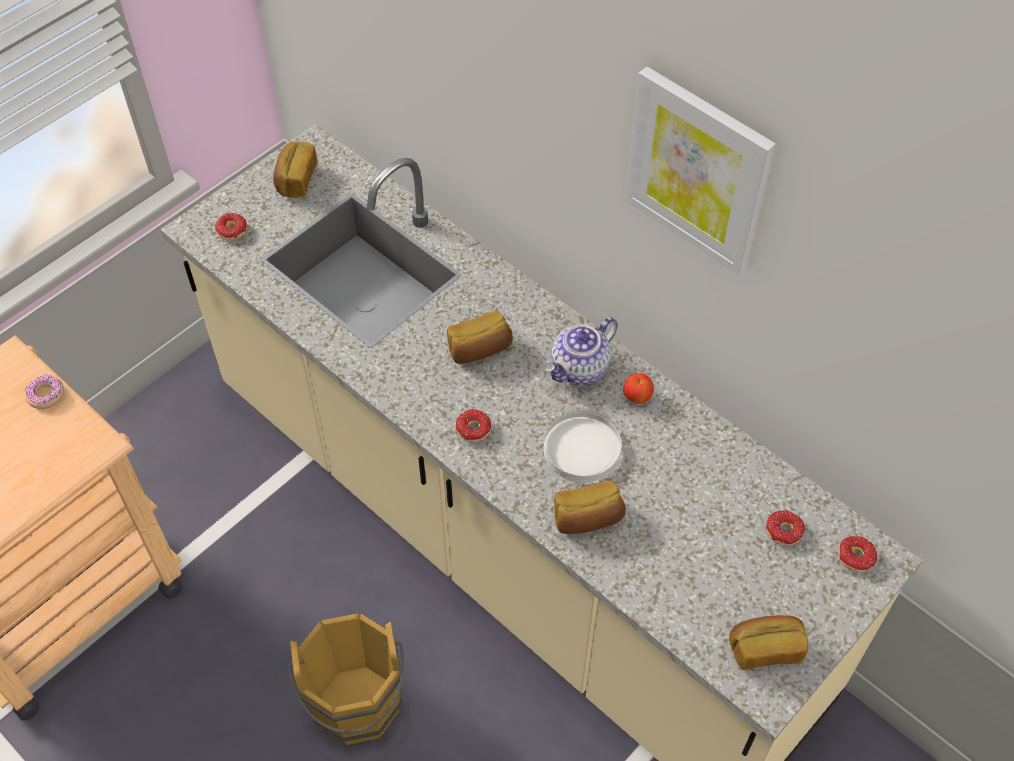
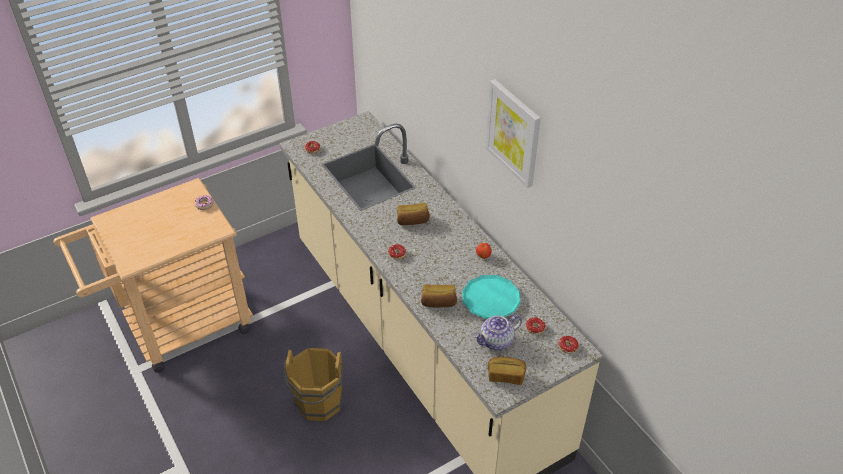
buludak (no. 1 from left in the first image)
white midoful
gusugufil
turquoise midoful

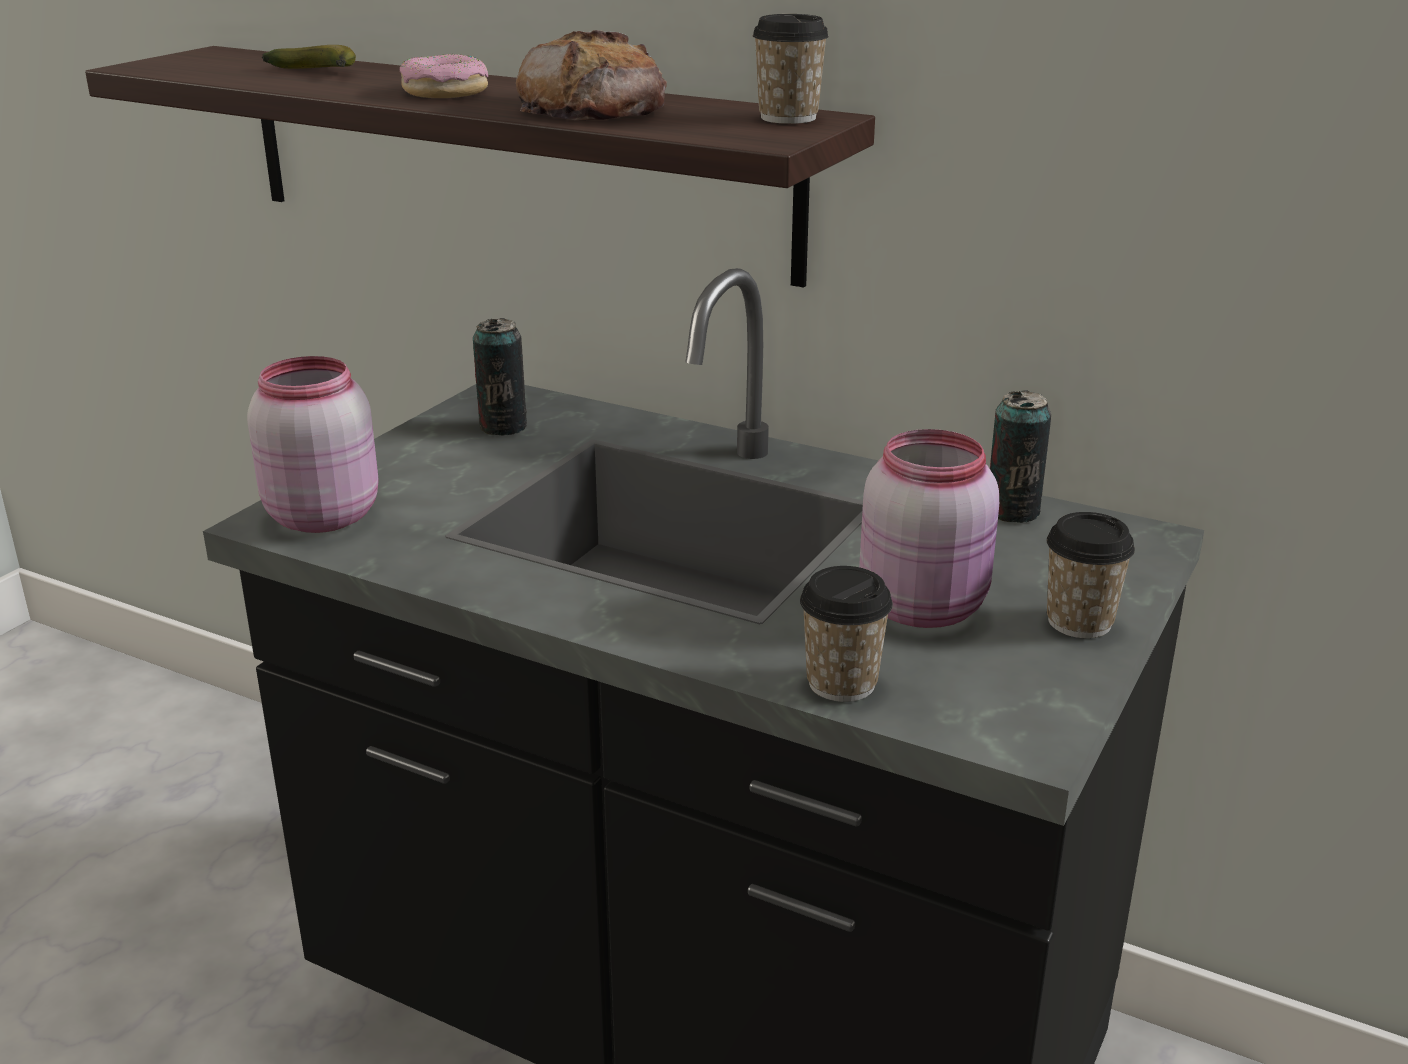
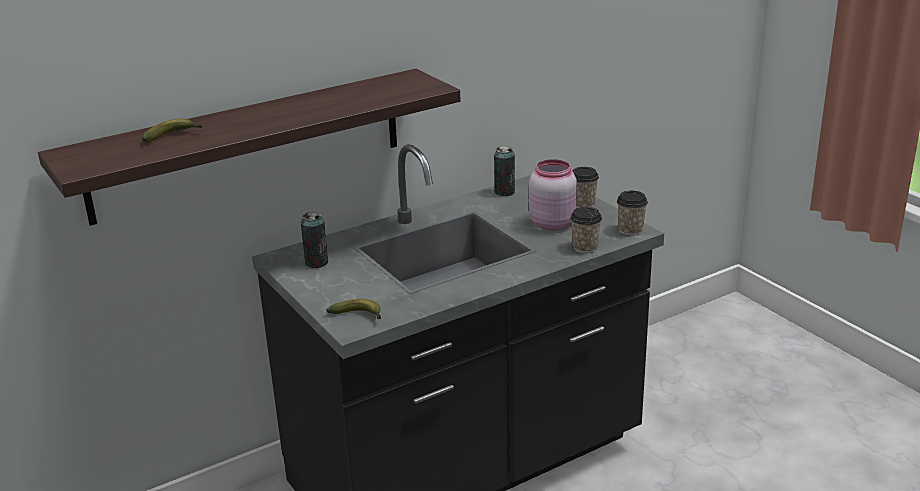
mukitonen (no. 2 from left)
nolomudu
buludak
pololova (no. 3 from left)

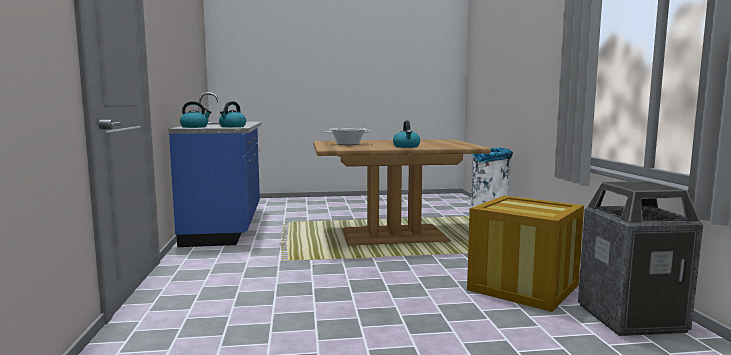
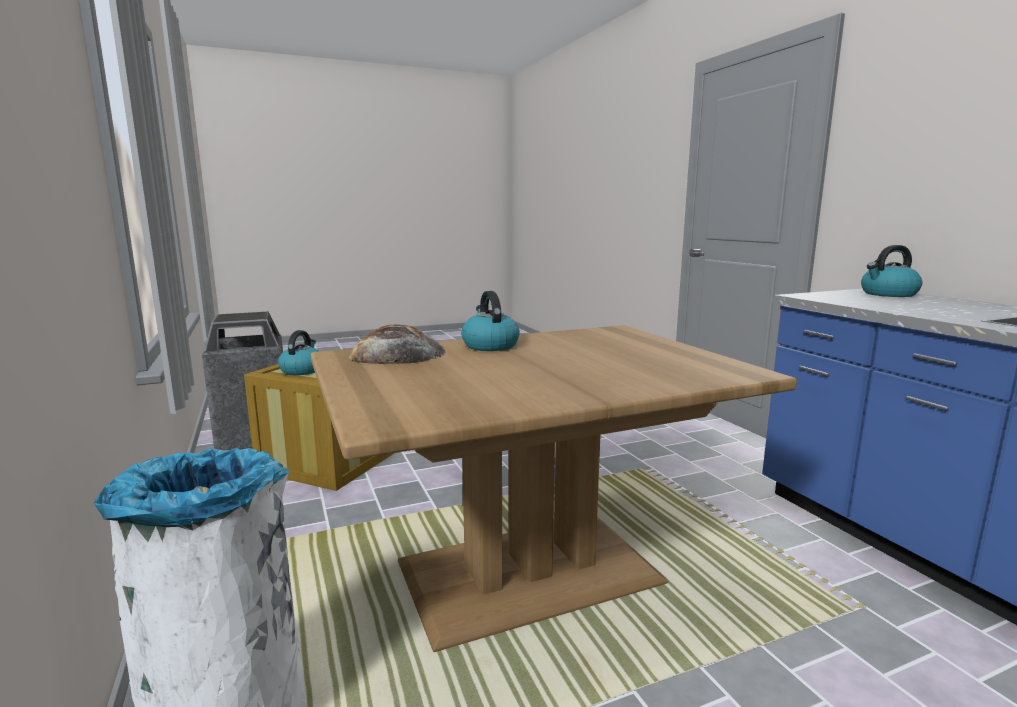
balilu (no. 1 from left)
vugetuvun
buludak

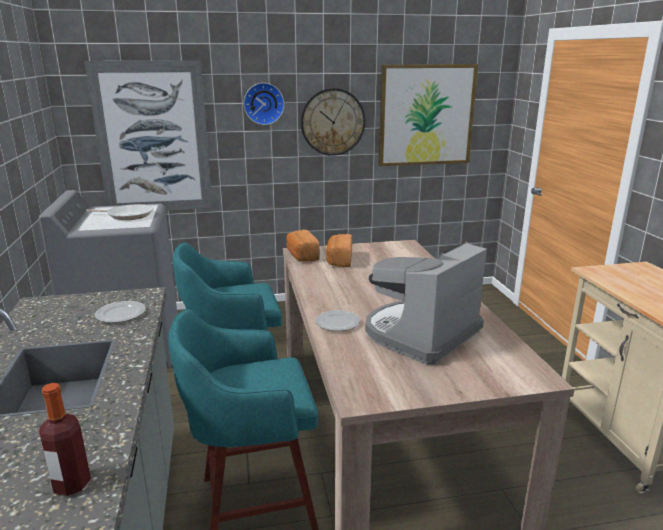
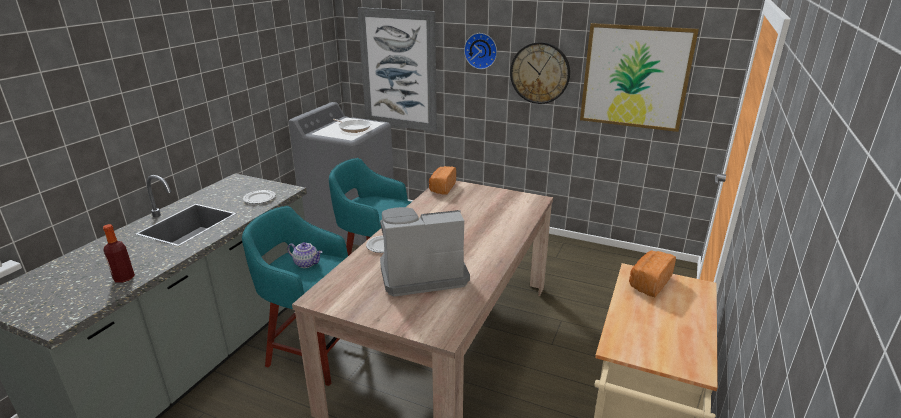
buludak (no. 2 from left)
gusugufil

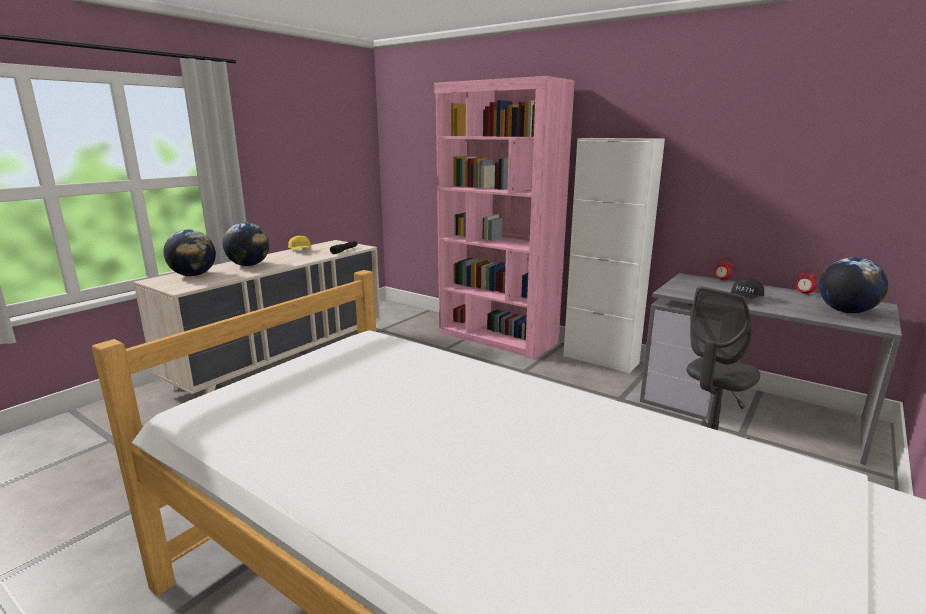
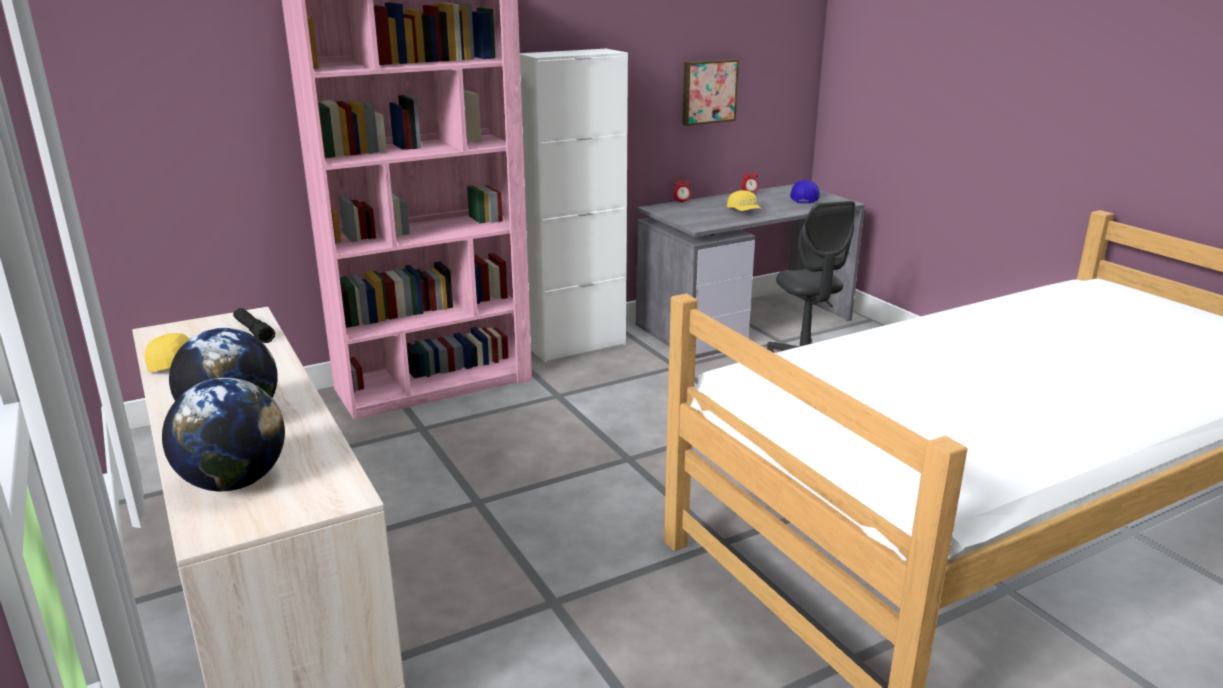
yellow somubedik (no. 2 from left)
blue somubedik
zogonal

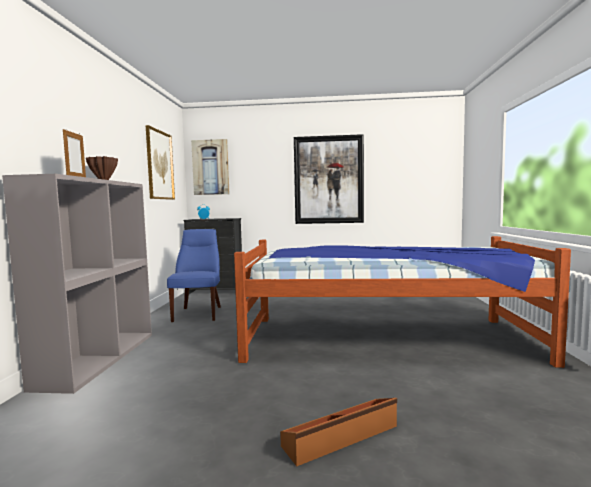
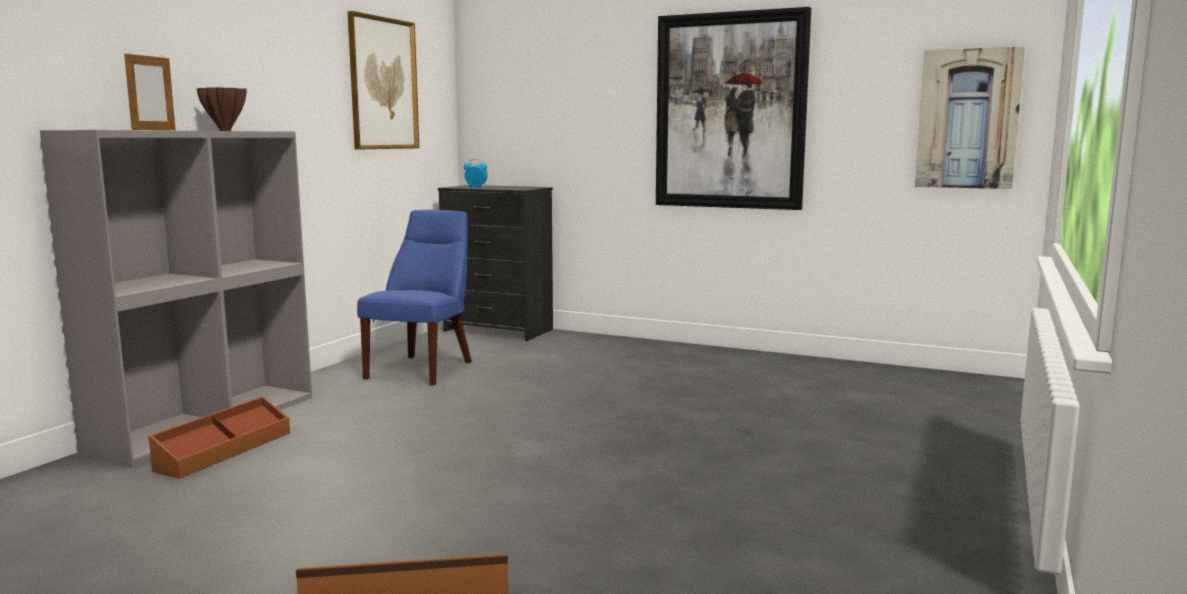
zogonal (no. 3 from left)
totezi
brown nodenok (no. 1 from left)

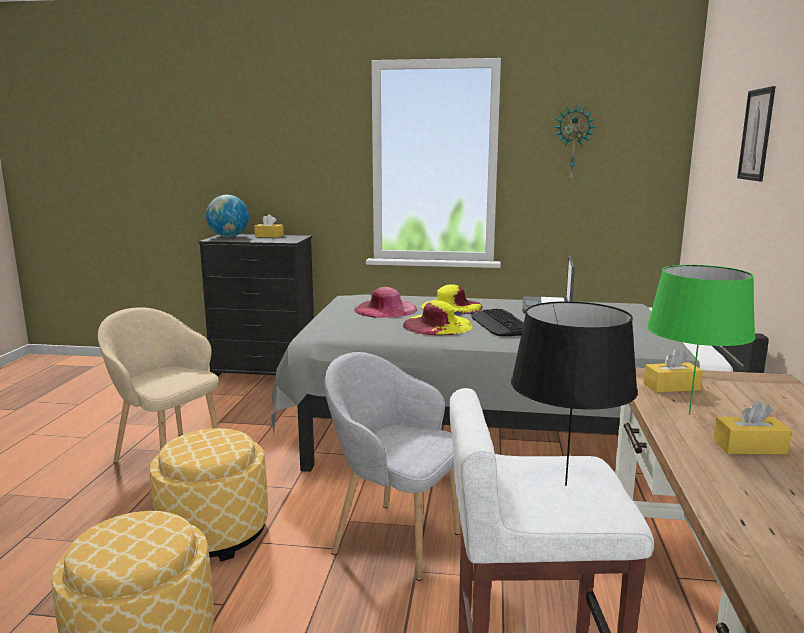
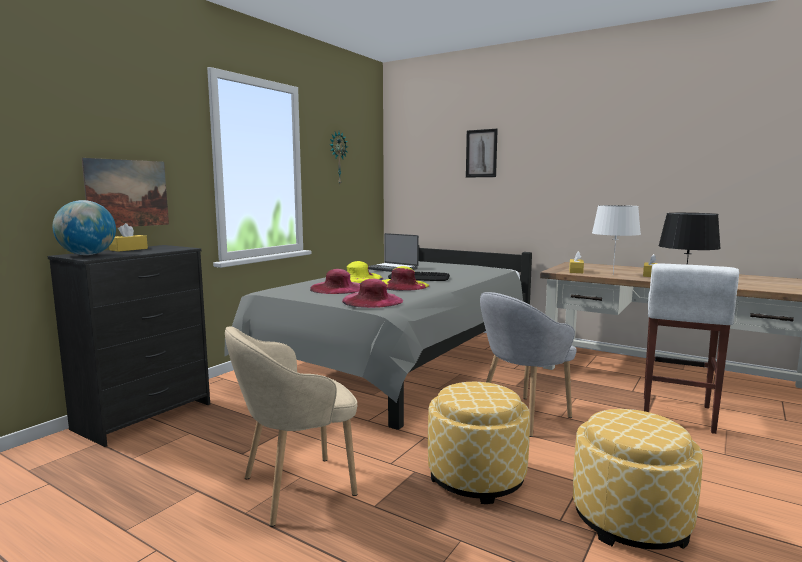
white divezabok
zogonal (no. 1 from left)
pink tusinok (no. 2 from left)

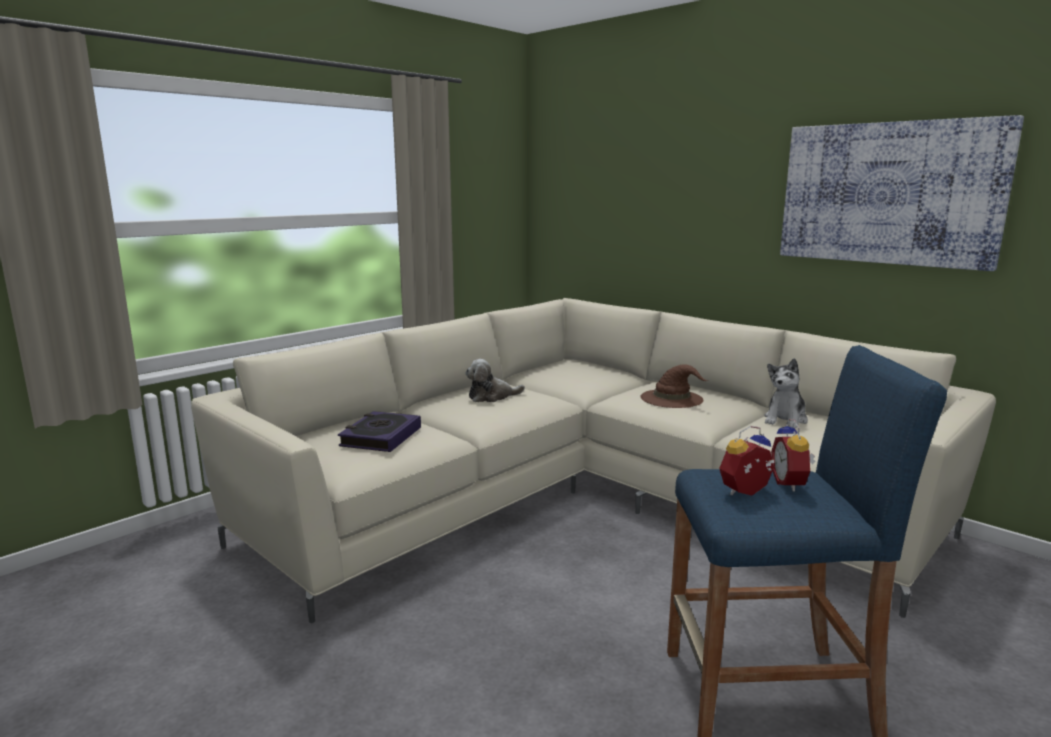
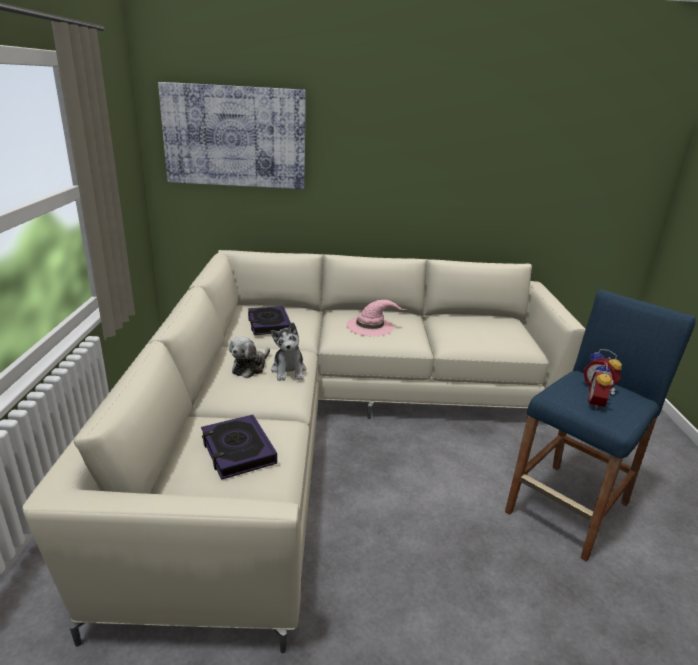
pink tusinok
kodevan (no. 2 from left)
zogonal
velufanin (no. 2 from left)

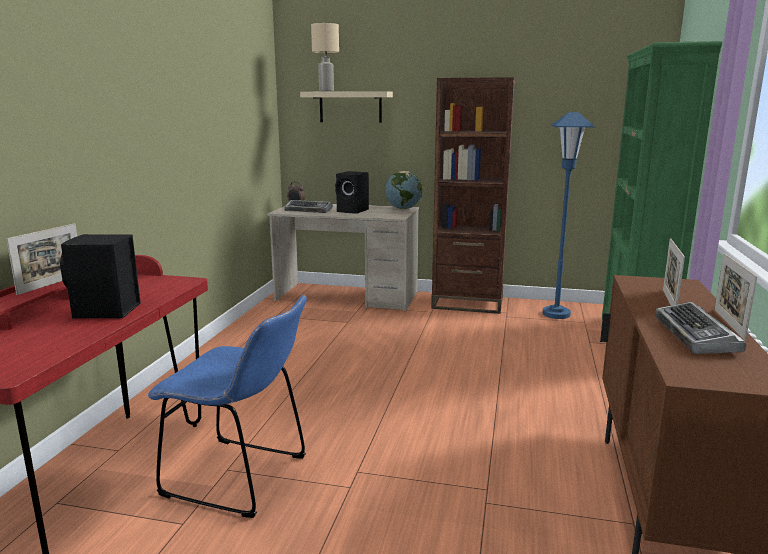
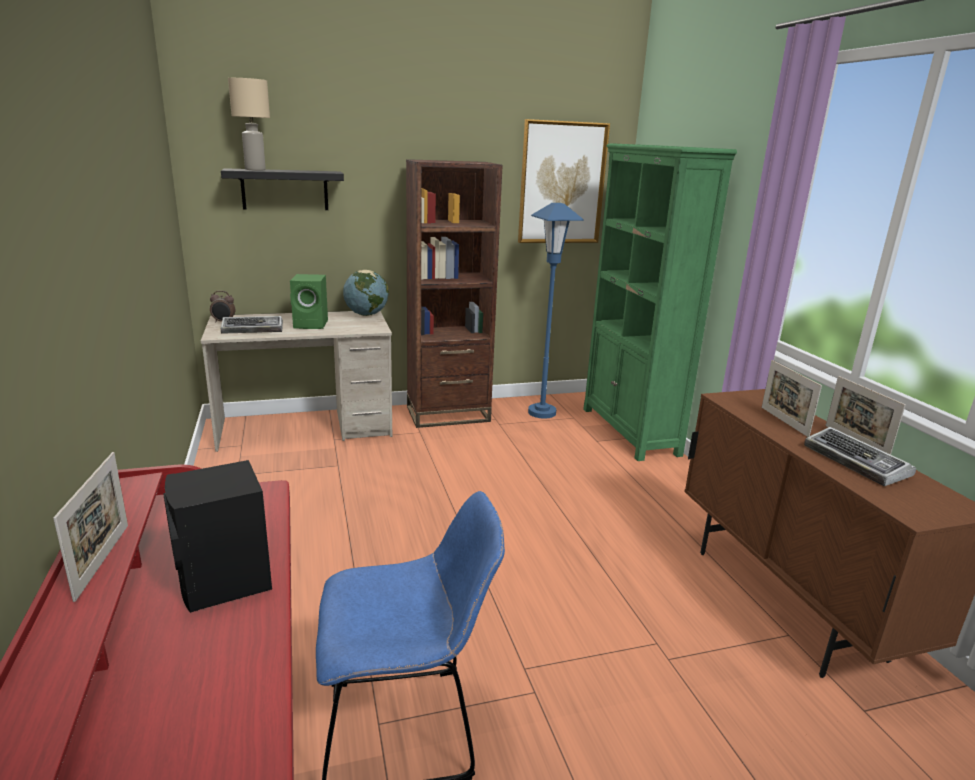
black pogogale
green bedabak
zogonal

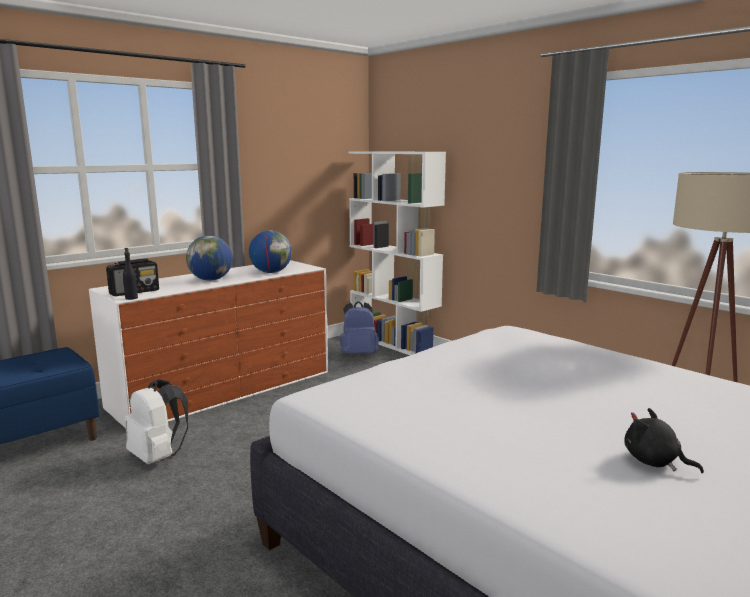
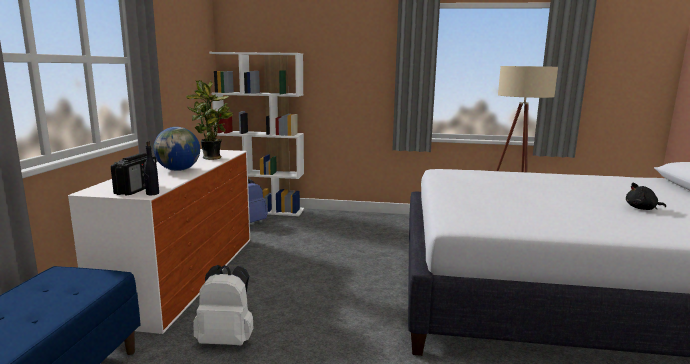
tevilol

